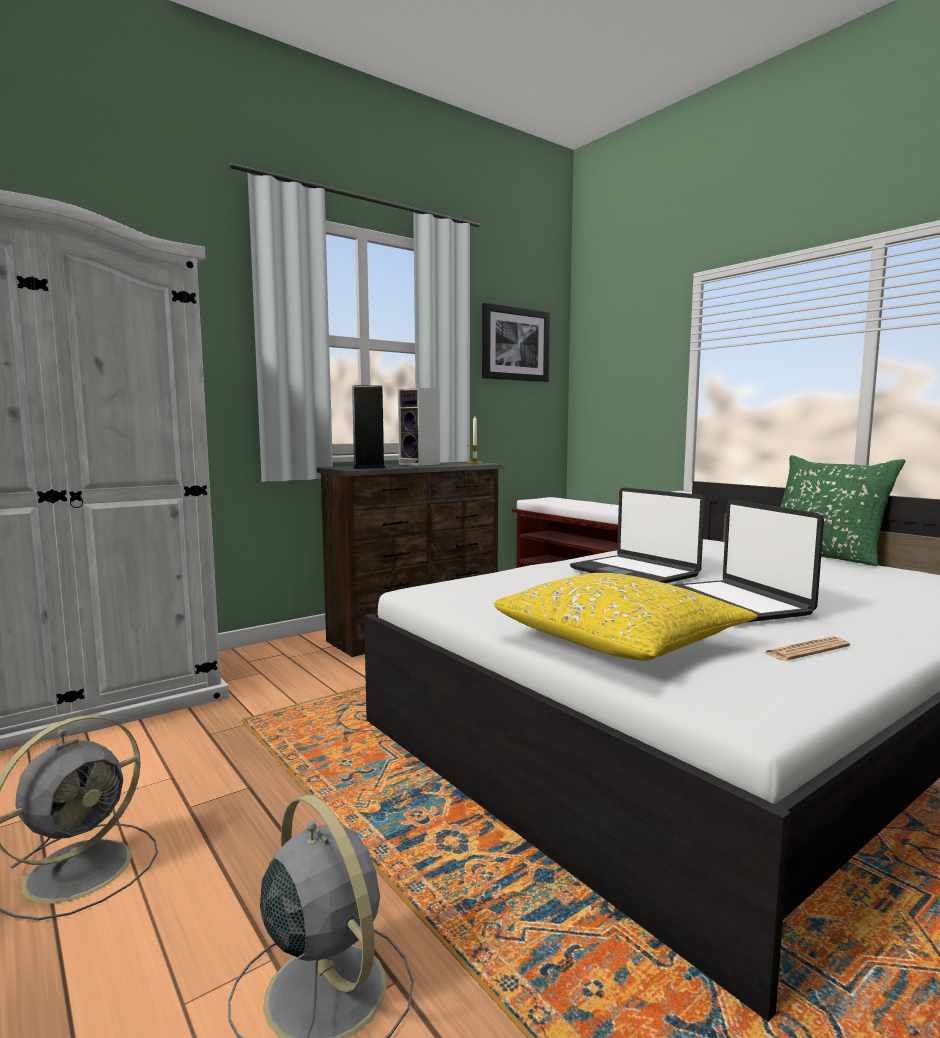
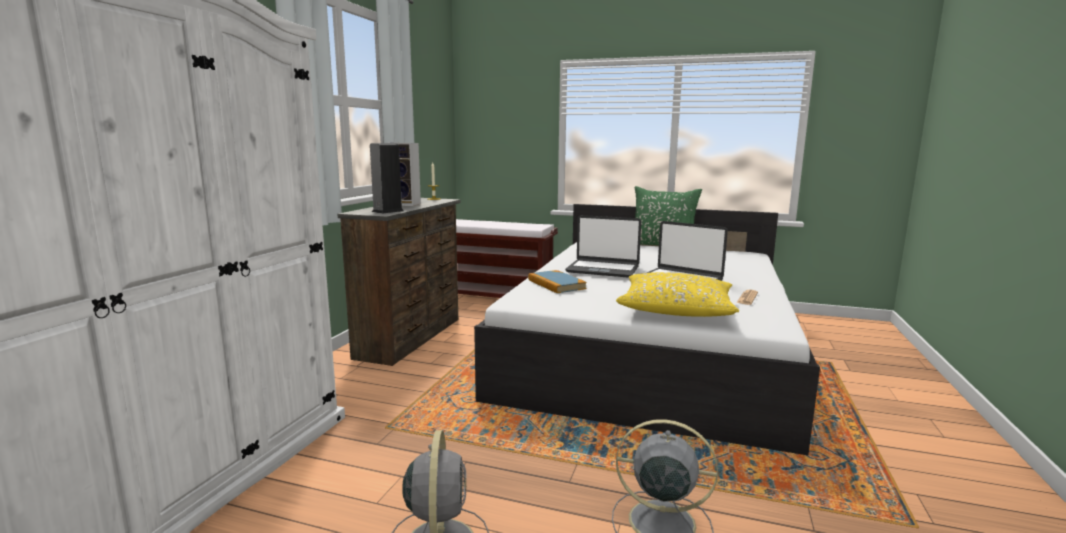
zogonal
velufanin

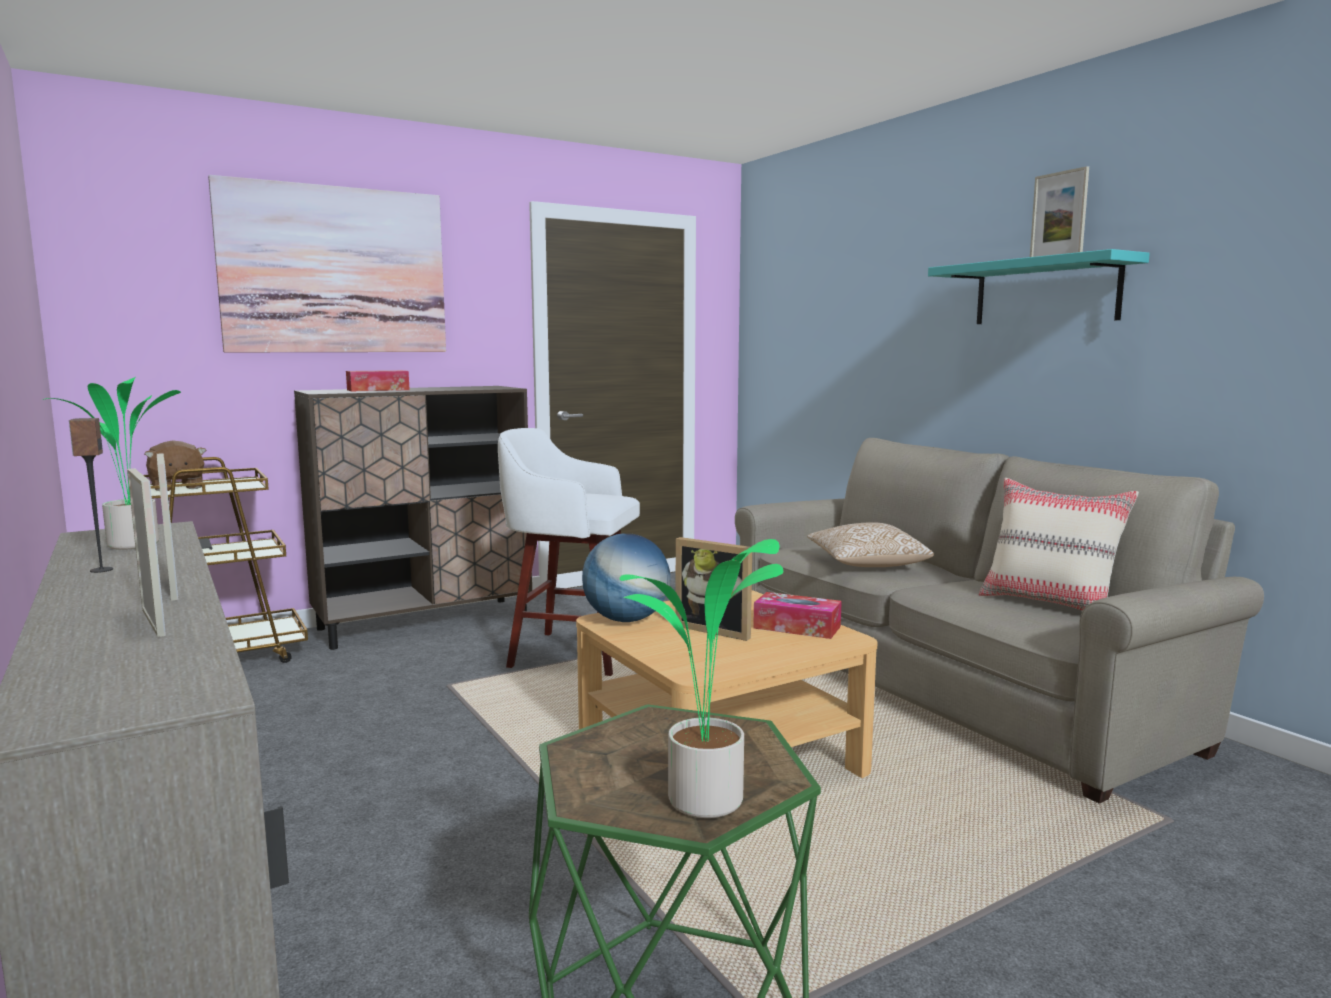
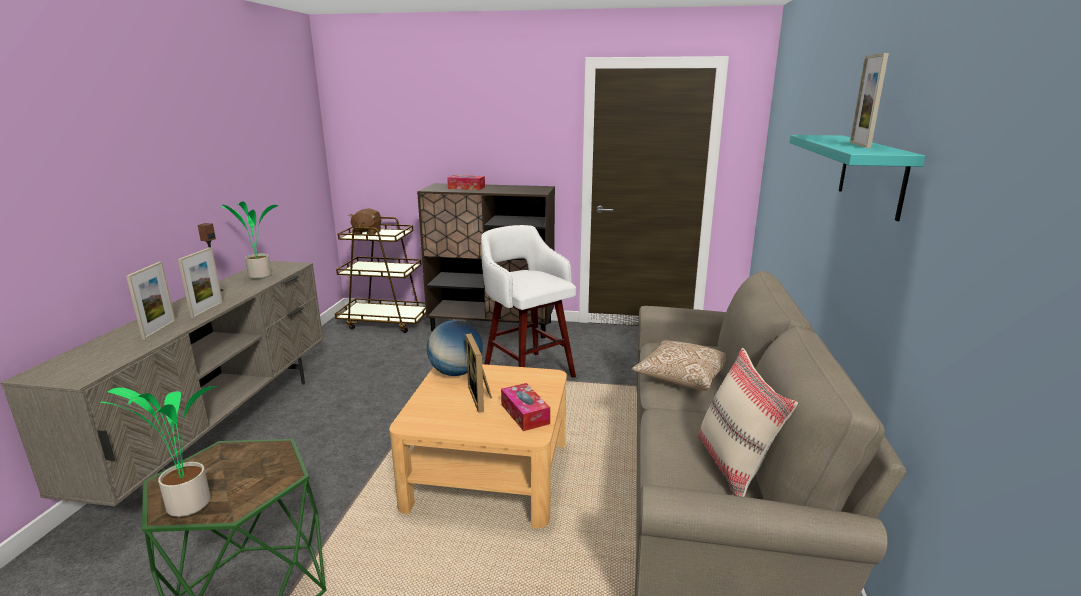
zogonal

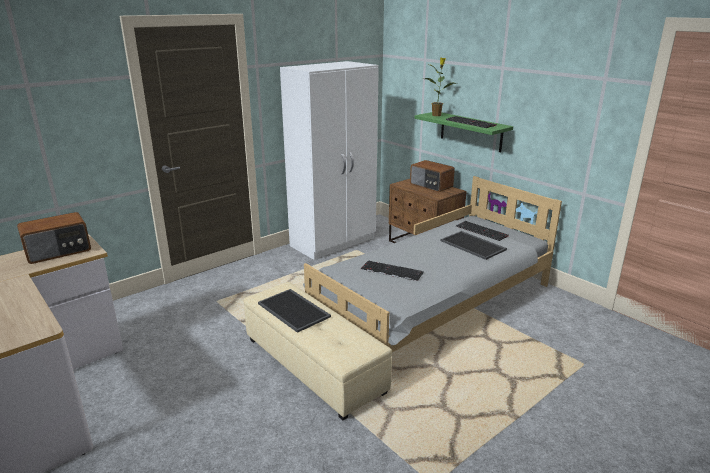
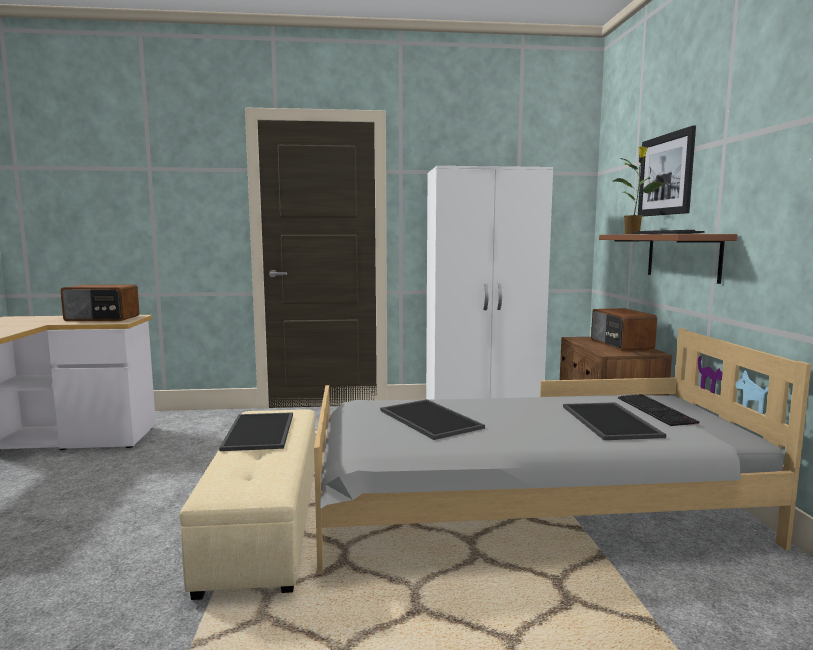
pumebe (no. 2 from left)
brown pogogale
zogonal

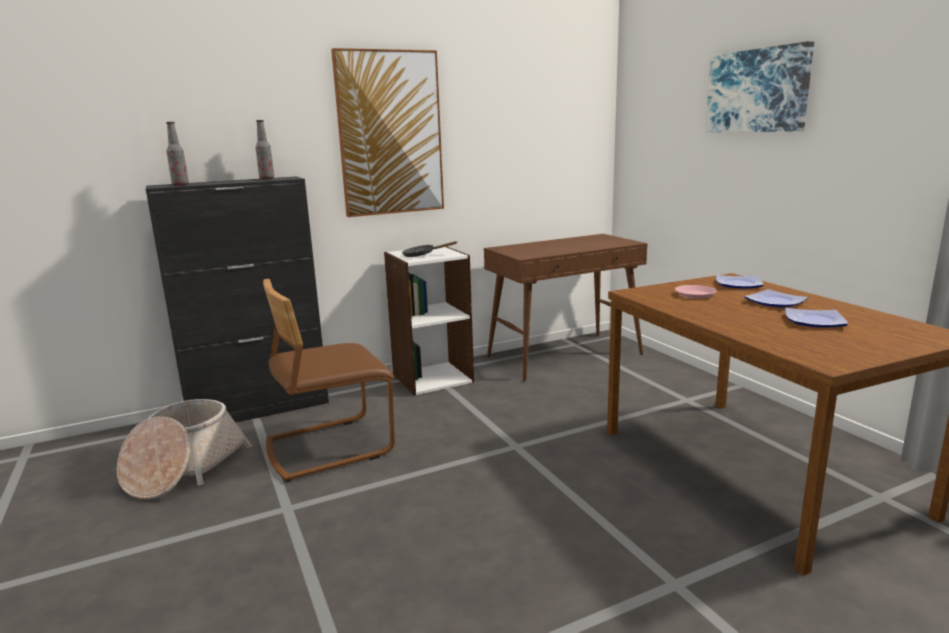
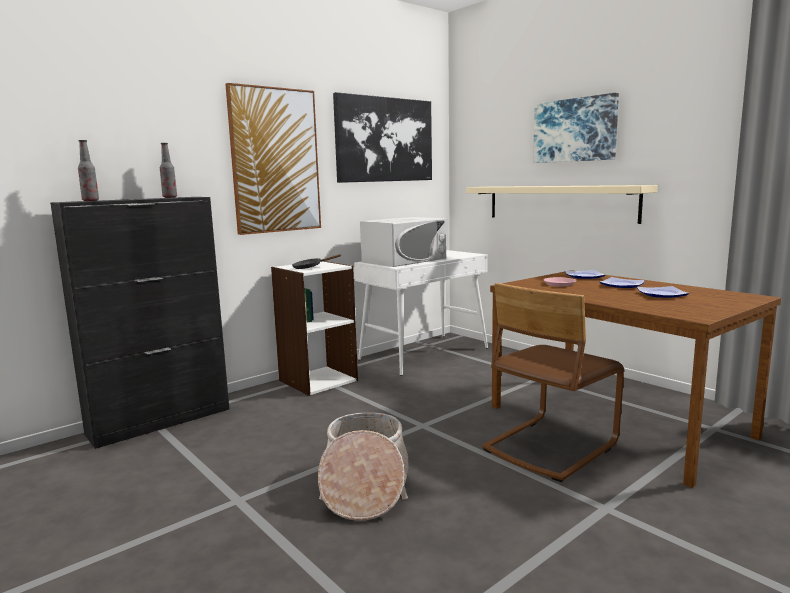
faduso
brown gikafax
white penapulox
zogonal (no. 2 from left)
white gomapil
beige pogogale

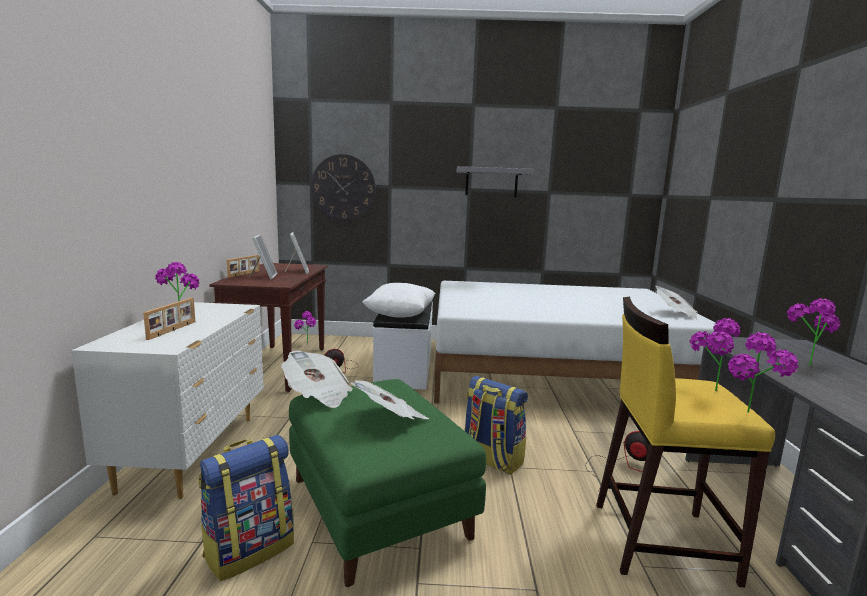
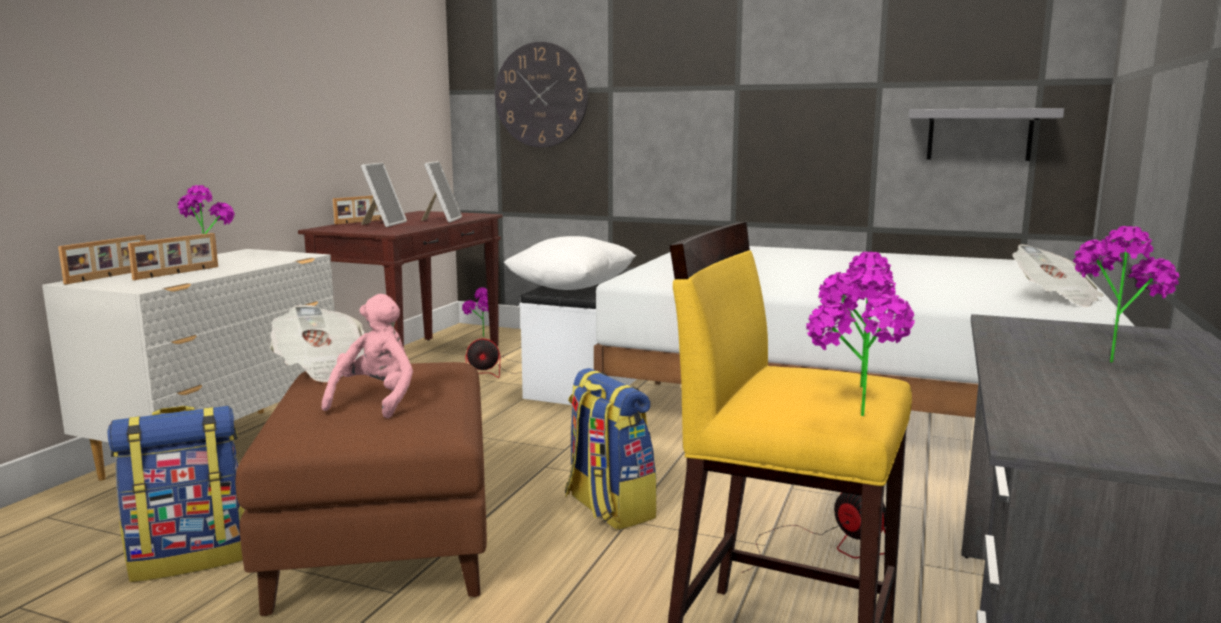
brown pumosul
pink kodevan
grey pogogale
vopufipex (no. 1 from left)

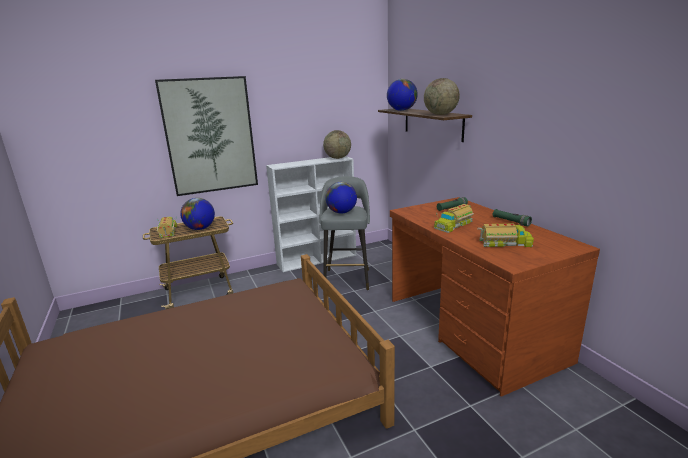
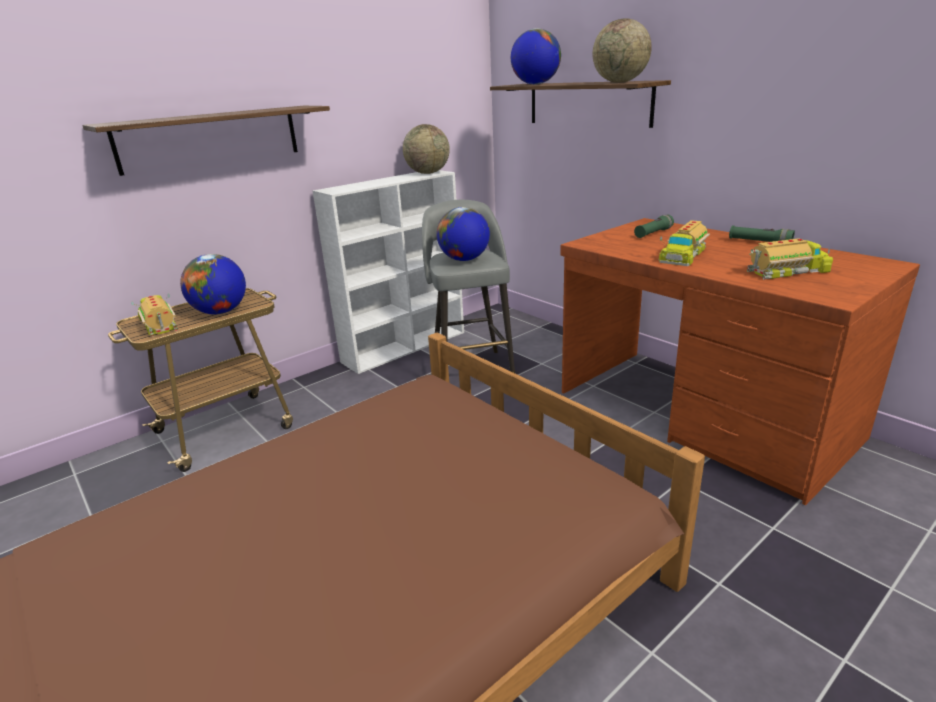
pogogale (no. 1 from left)

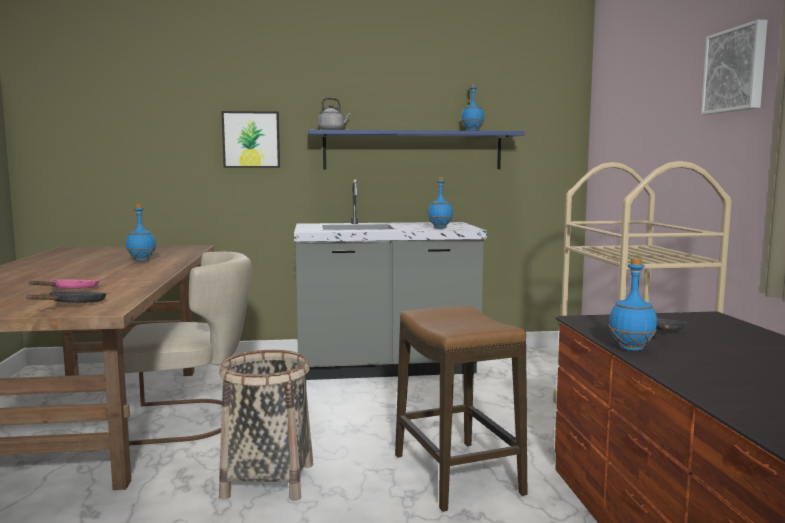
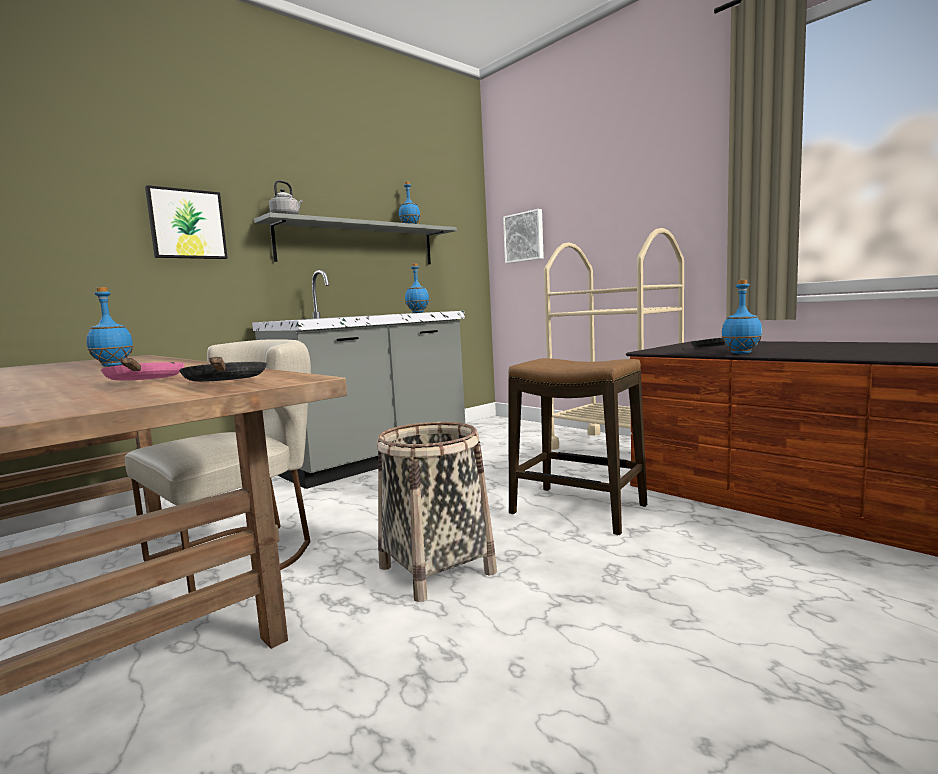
grey pogogale
zogonal (no. 2 from left)

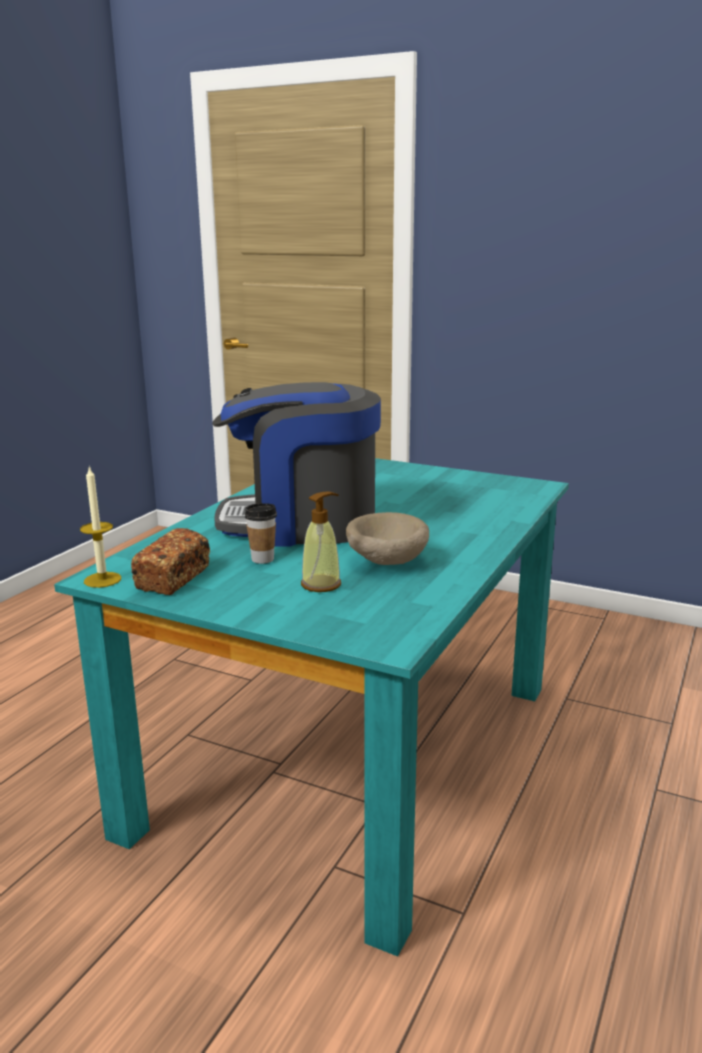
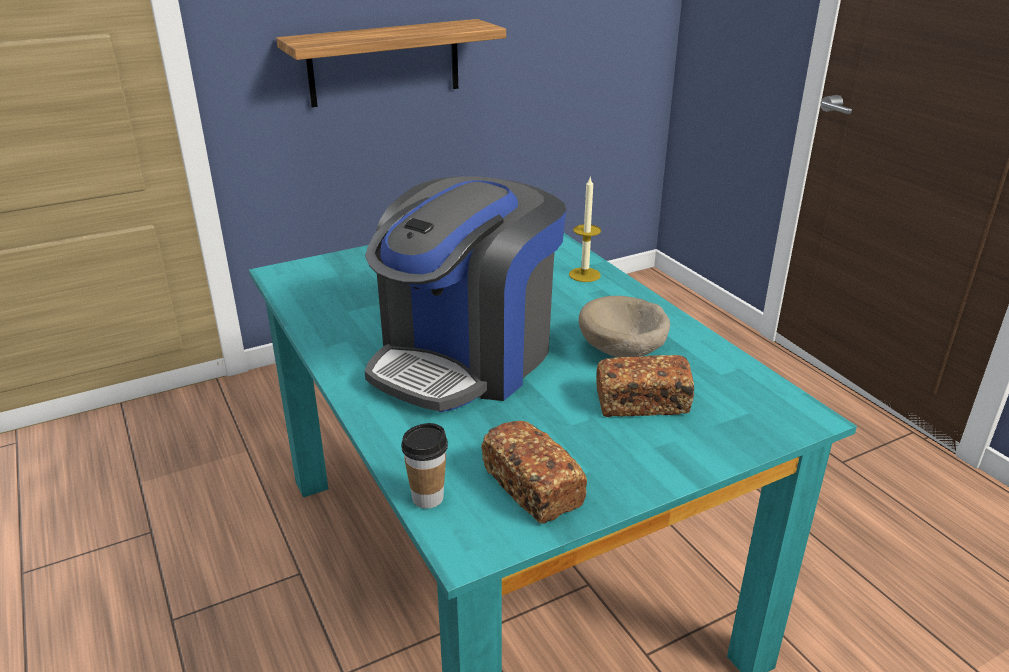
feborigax
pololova
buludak (no. 2 from left)
pogogale

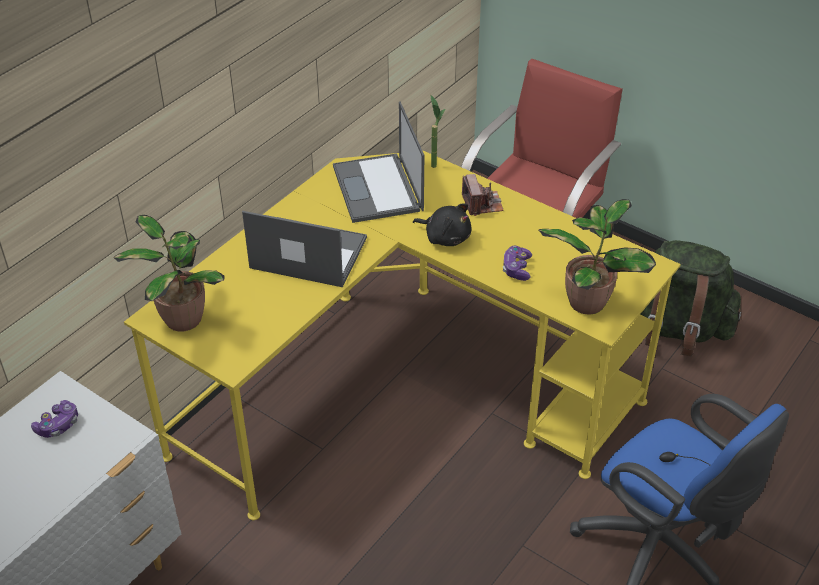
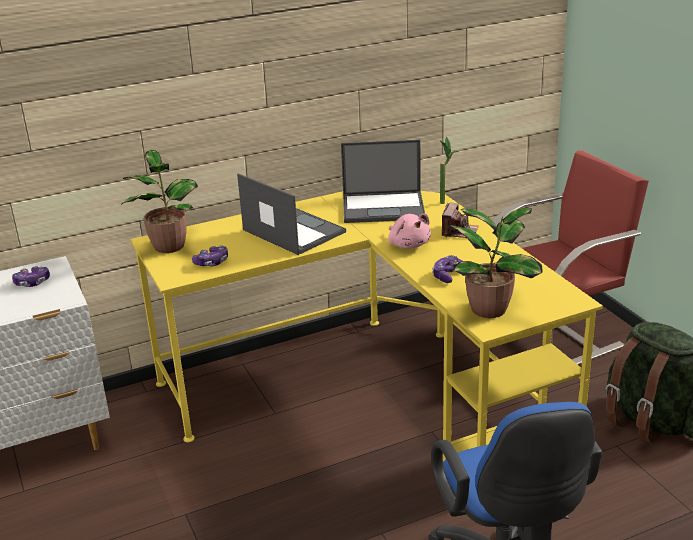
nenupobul (no. 2 from left)
pink kodevan
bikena (no. 2 from left)

